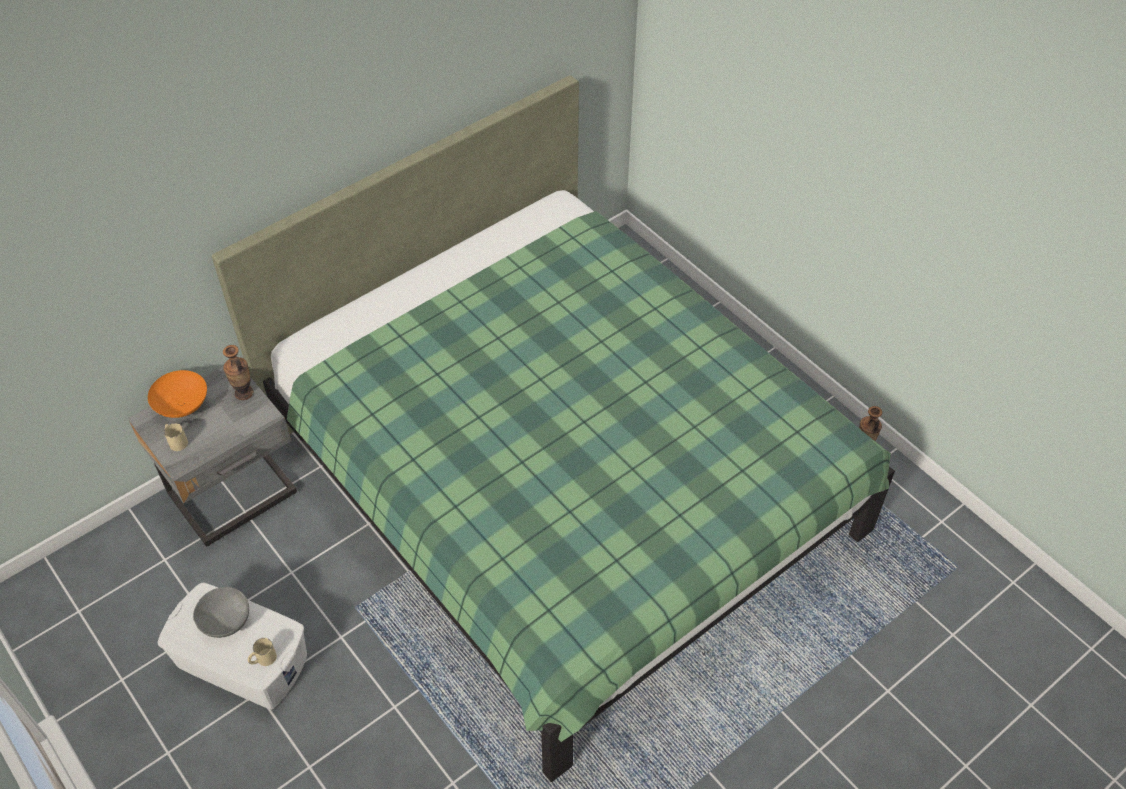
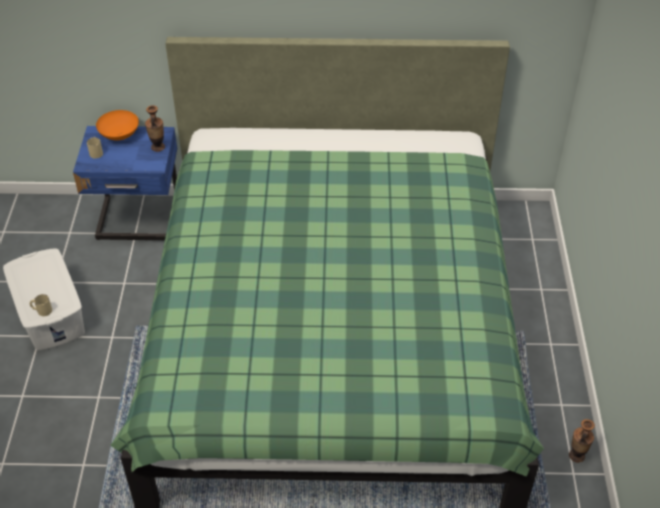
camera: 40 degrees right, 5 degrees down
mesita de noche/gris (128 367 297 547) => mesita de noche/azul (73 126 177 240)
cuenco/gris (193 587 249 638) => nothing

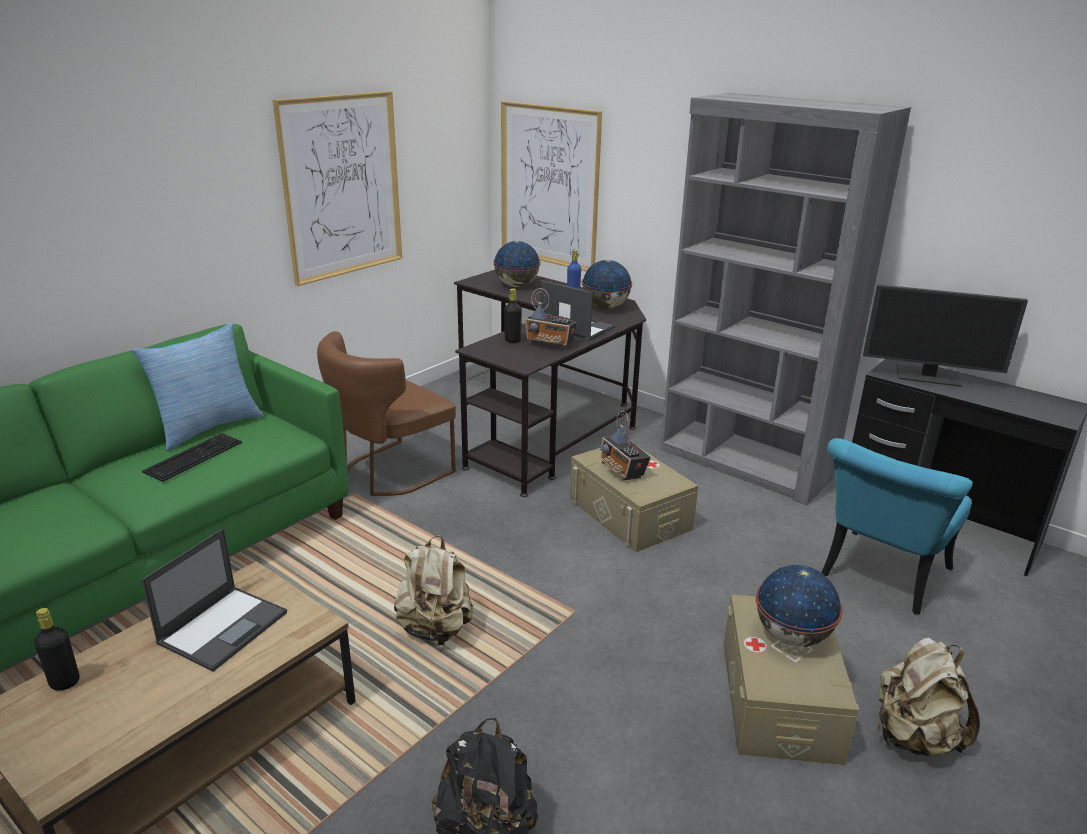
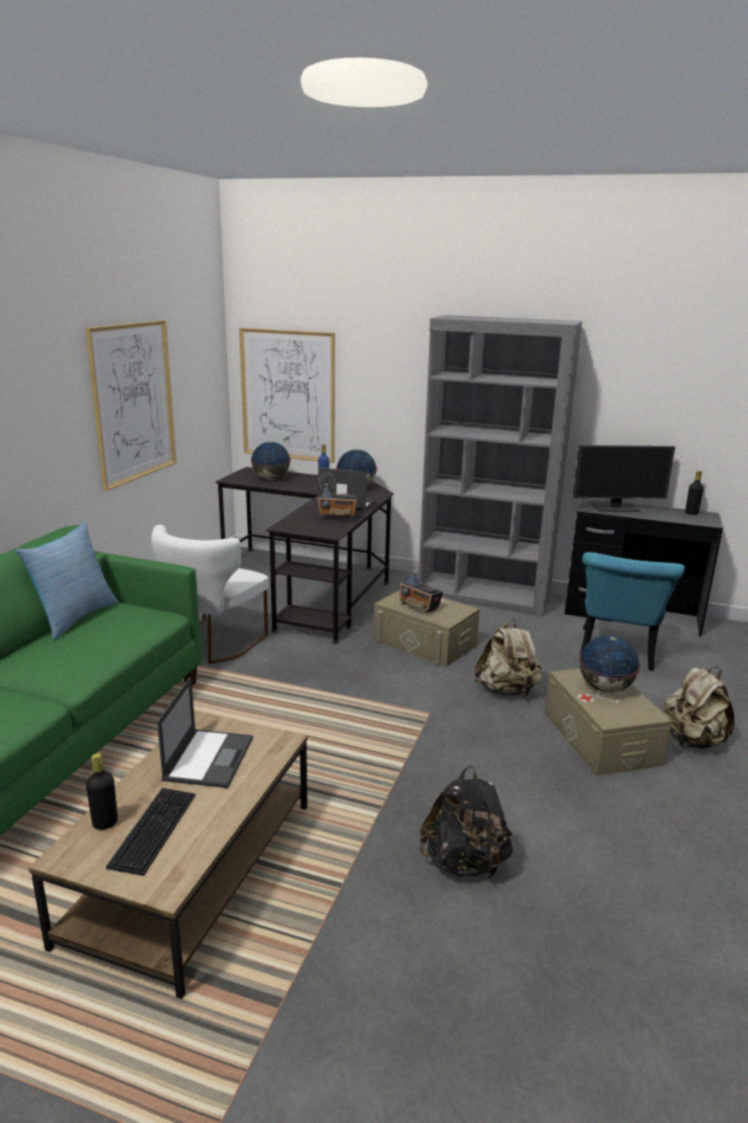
camera: 20 degrees left, 5 degrees down
botella/negro (504 288 522 343) => botella/negro (685 471 704 515), relocated
silla/marrón (317 332 456 496) => silla/blanco (151 525 269 664)
teclado (142 433 242 482) => teclado (106 788 196 876), relocated
mochila/beis (394 535 473 646) => mochila/beis (475 619 541 697), relocated

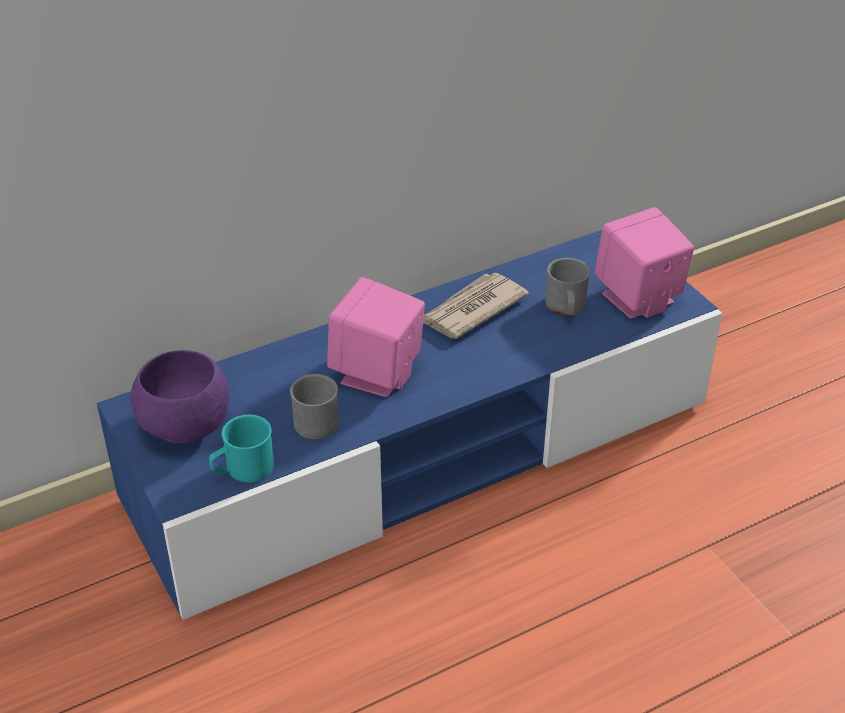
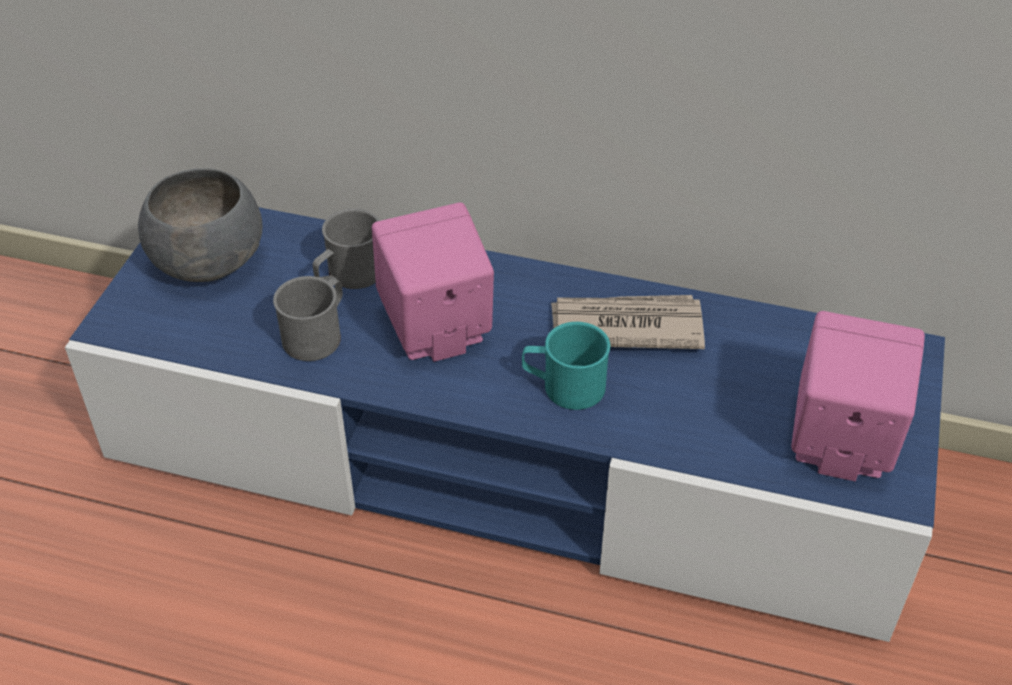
camera: 45 degrees right, 5 degrees up
taza grande/gris (545 258 590 316) => taza grande/gris (313 208 380 289), relocated
cuenco/morado (130 350 229 443) => cuenco/gris (138 168 262 282)
taza grande/turquesa (209 415 274 482) => taza grande/turquesa (522 322 610 410), relocated

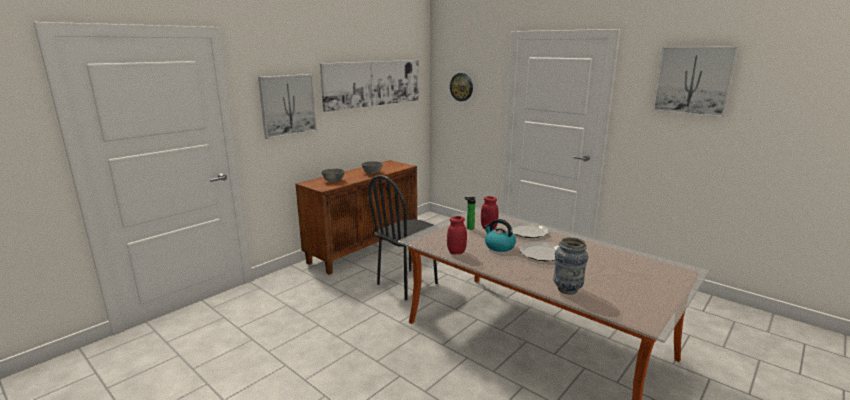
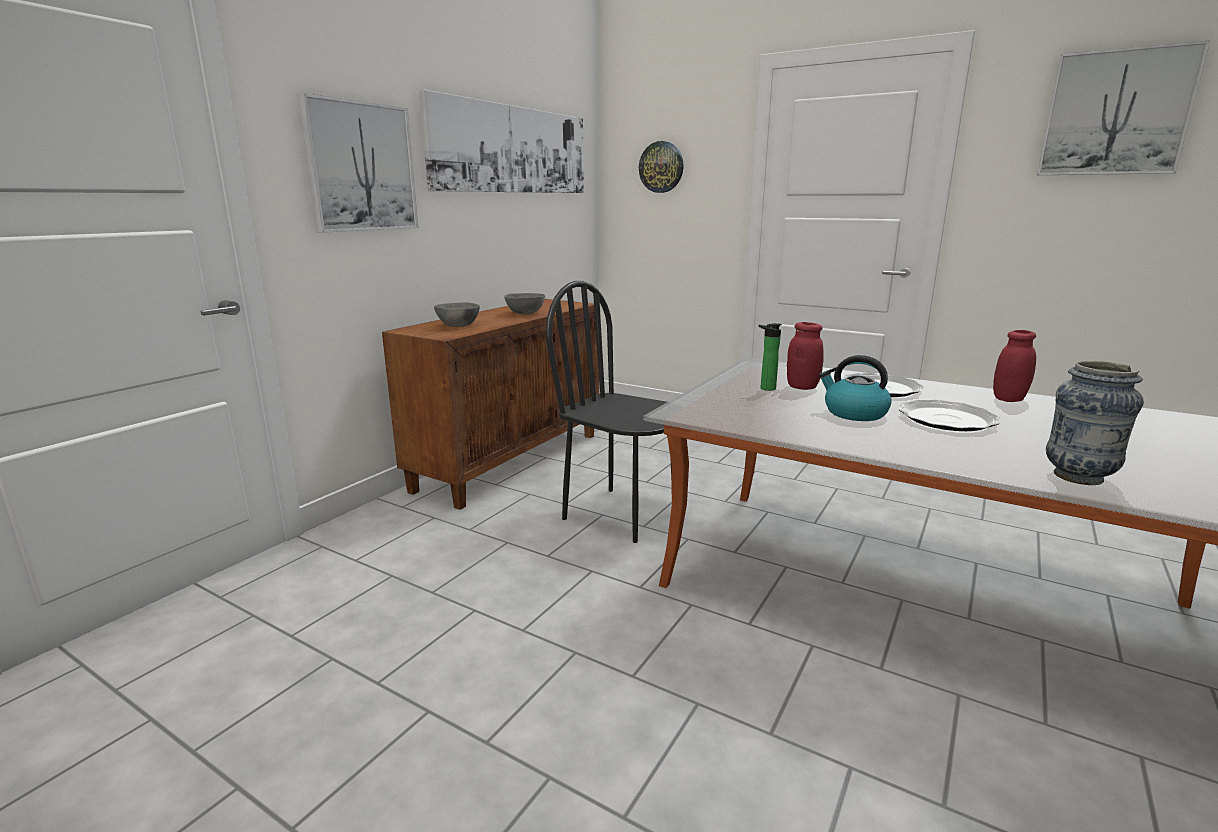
camera: 10 degrees left, 0 degrees up
silla/negro (368 175 438 300) => silla/negro (546 281 672 543), 90 degrees clockwise
tarro/rojo (447 216 467 254) => tarro/rojo (993 330 1036 402), relocated

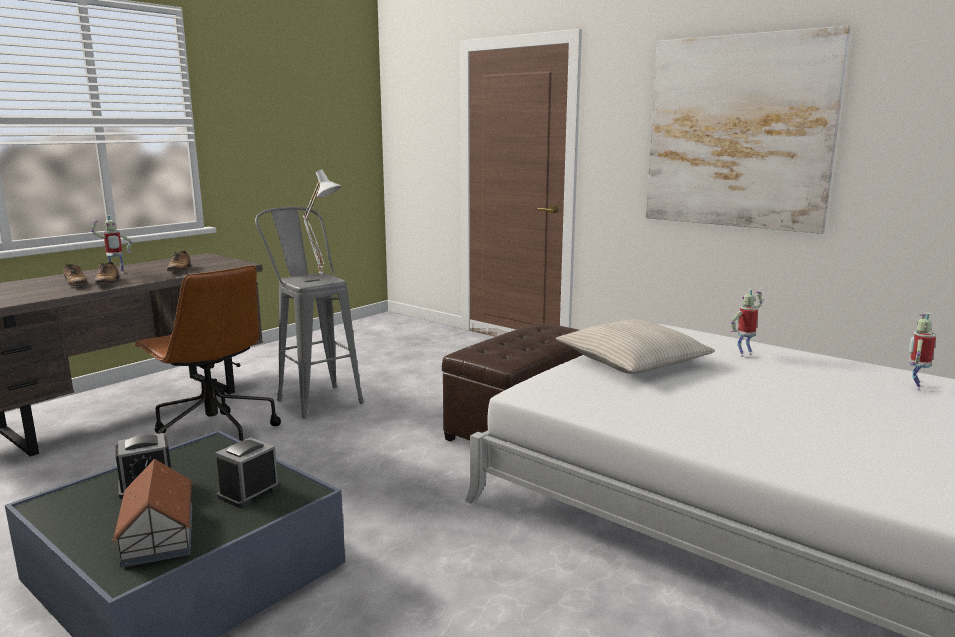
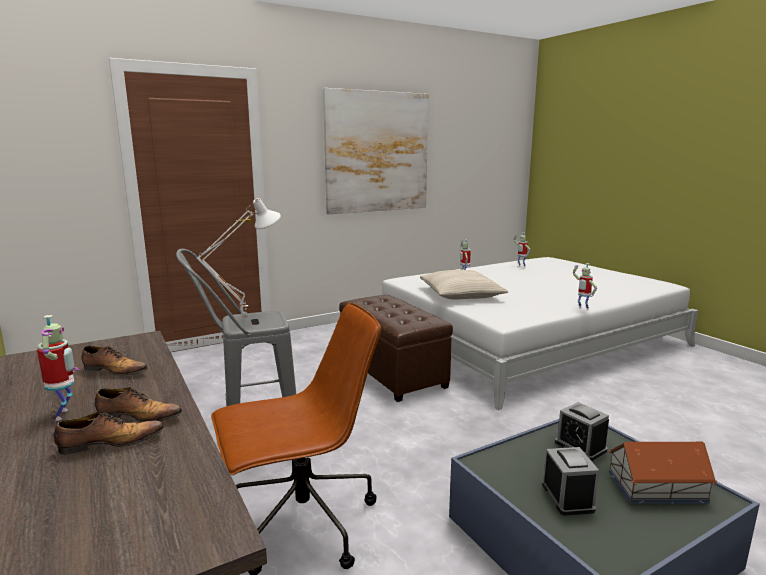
camera: 70 degrees left, 0 degrees up
nothing => robot de juguete (573 263 597 310)

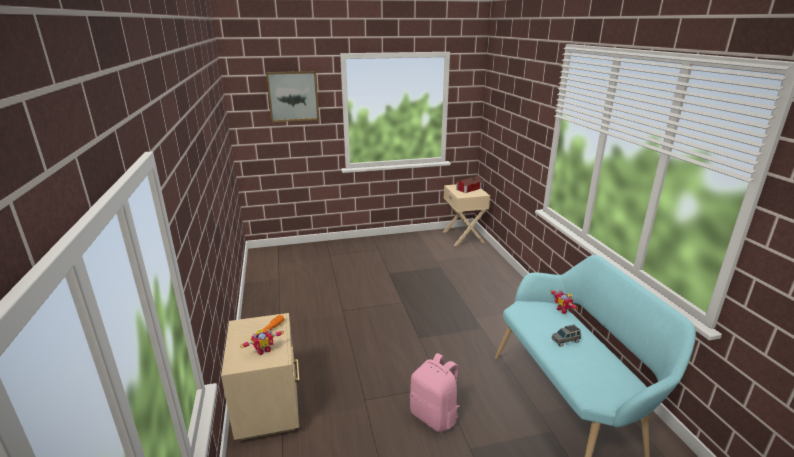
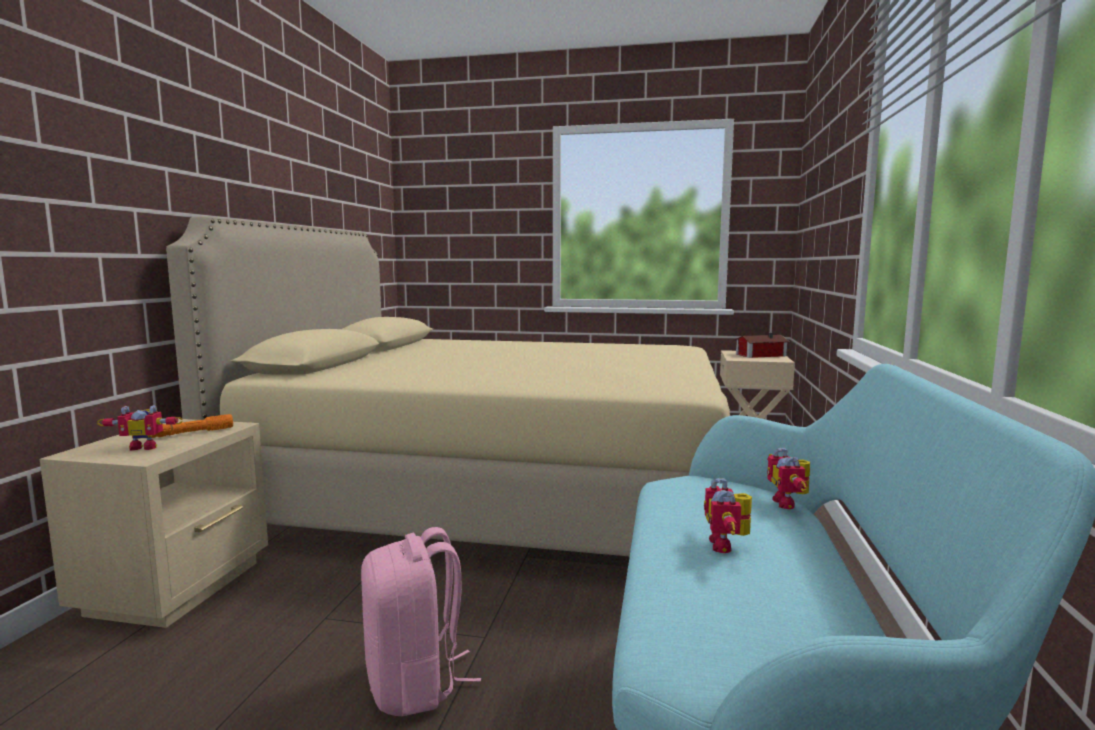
camera: 25 degrees right, 15 degrees down
cuadro (266 71 319 122) => nothing
coche de juguete/gris (551 324 581 347) => robot de juguete (704 478 752 553)
nothing => cama/beis (166 216 730 557)

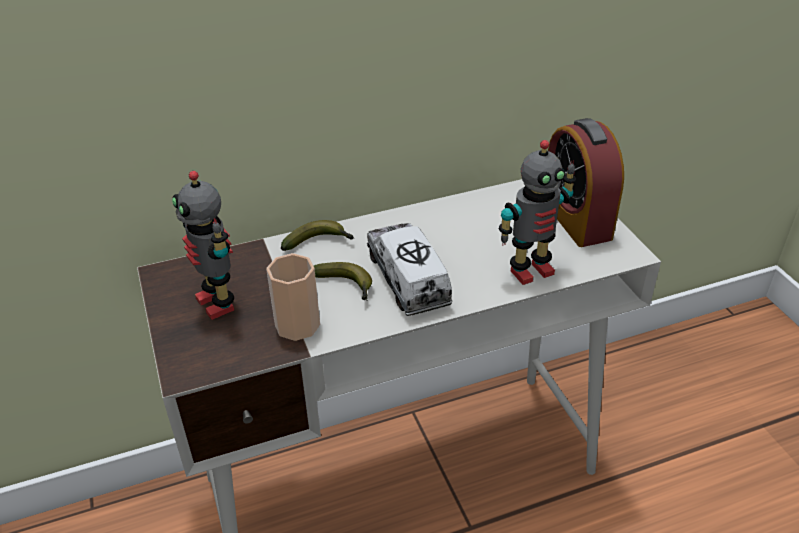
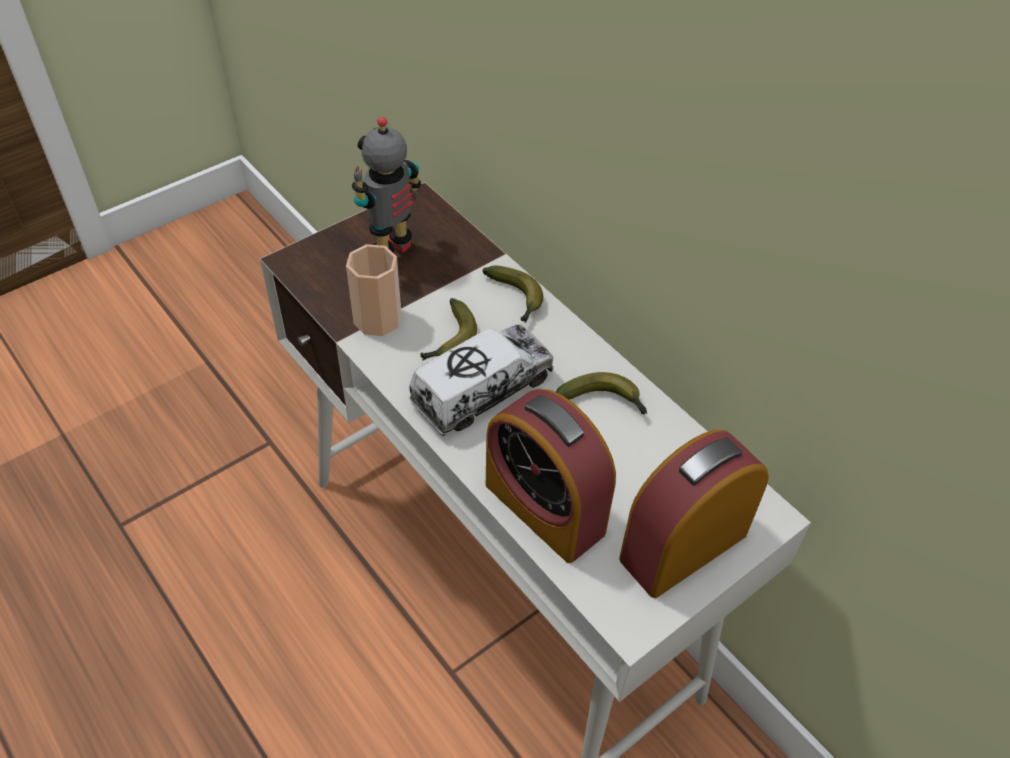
camera: 70 degrees right, 10 degrees up
robot de juguete (499 140 576 285) => despertador (486 389 616 563)
nothing => plátano (556 372 647 414)

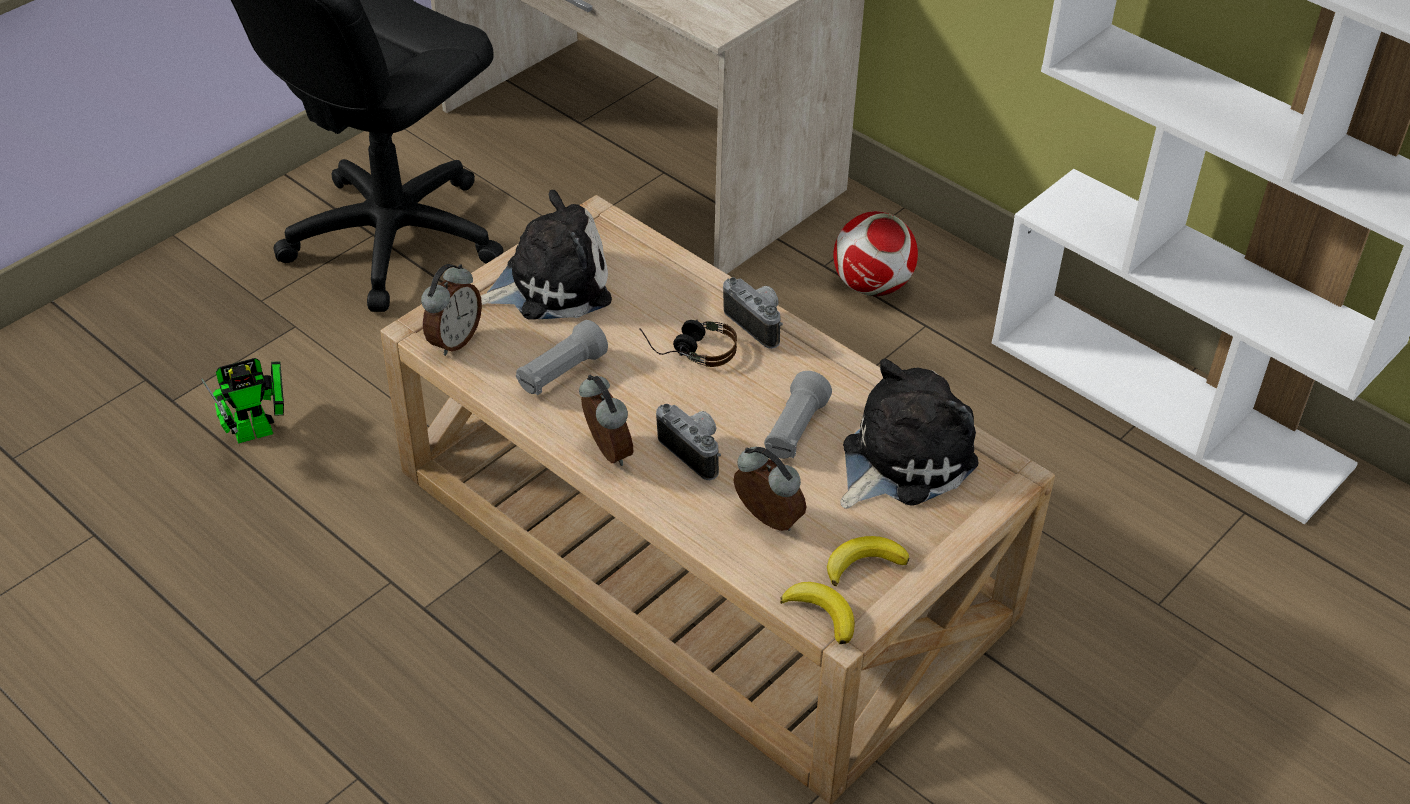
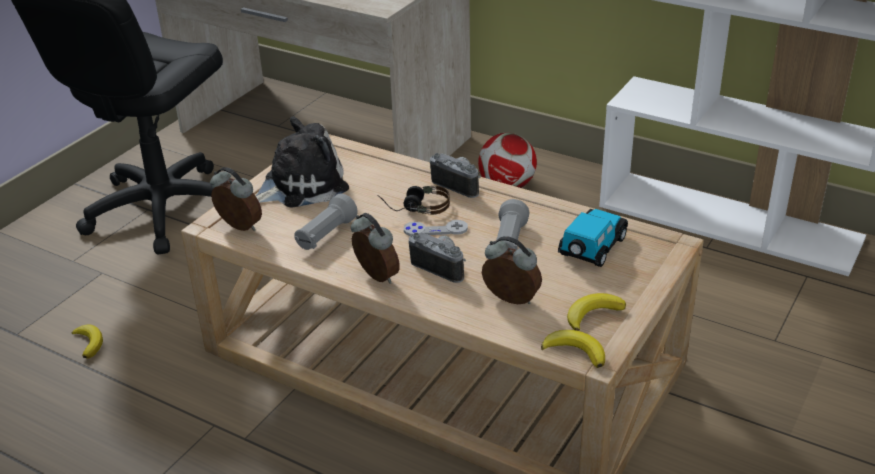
camera: 10 degrees left, 10 degrees down
despertador (421 264 482 356) => despertador (210 167 262 231), 75 degrees counterclockwise
robot de juguete (201 358 284 444) => plátano (72 324 103 358)
peluche (841 359 978 509) => coche de juguete (558 209 628 267)
nothing => mando de consola/gris (404 220 468 236)

